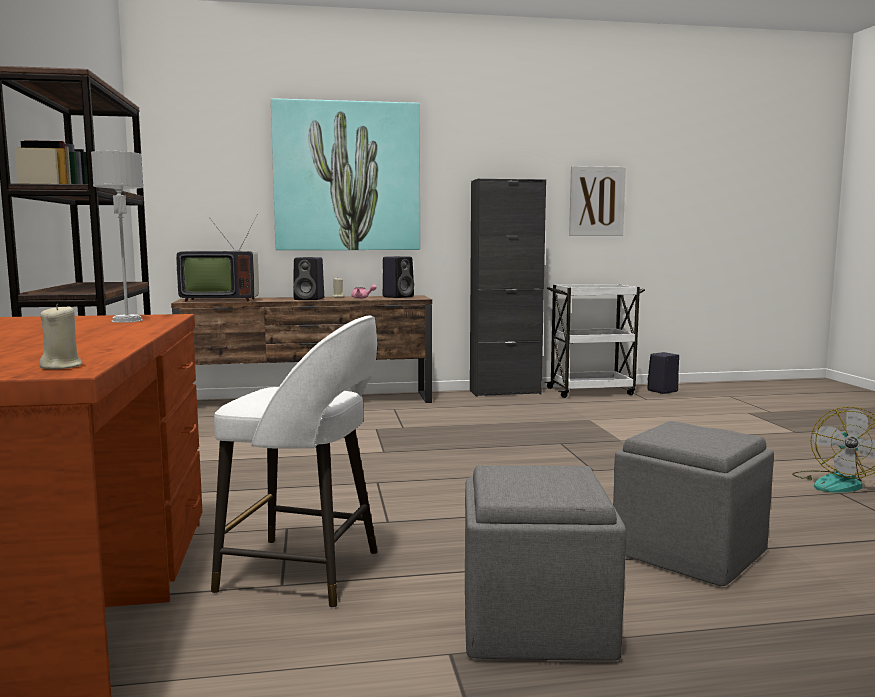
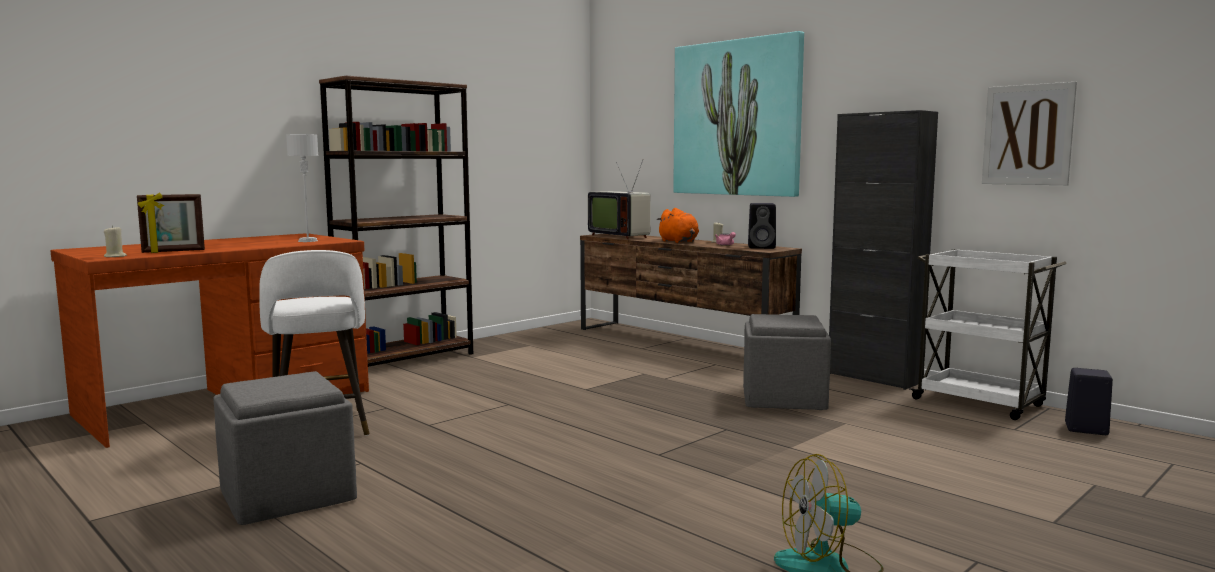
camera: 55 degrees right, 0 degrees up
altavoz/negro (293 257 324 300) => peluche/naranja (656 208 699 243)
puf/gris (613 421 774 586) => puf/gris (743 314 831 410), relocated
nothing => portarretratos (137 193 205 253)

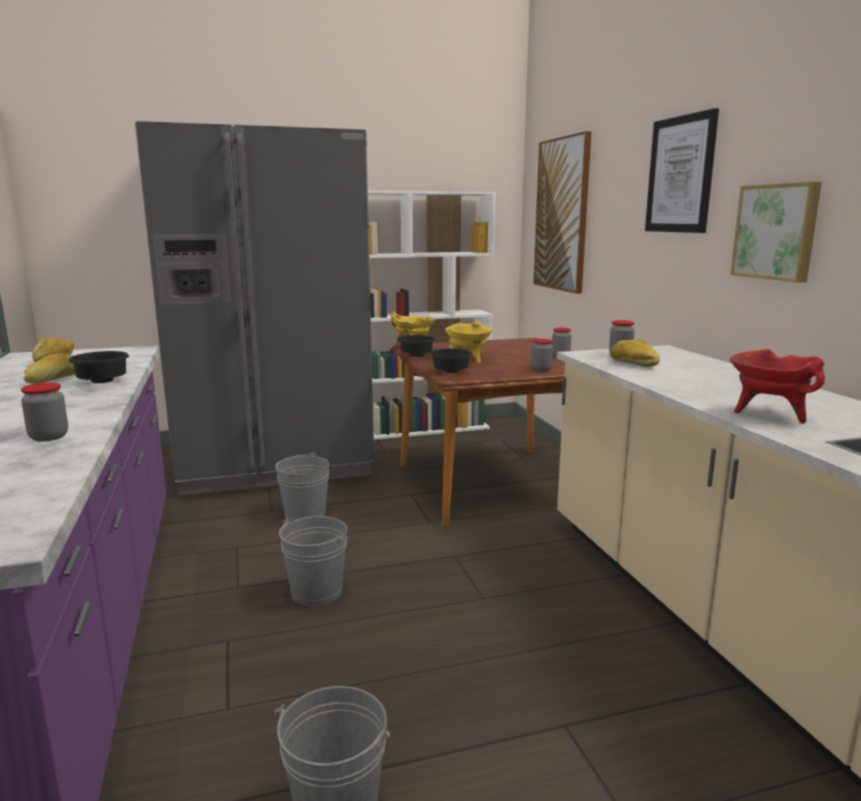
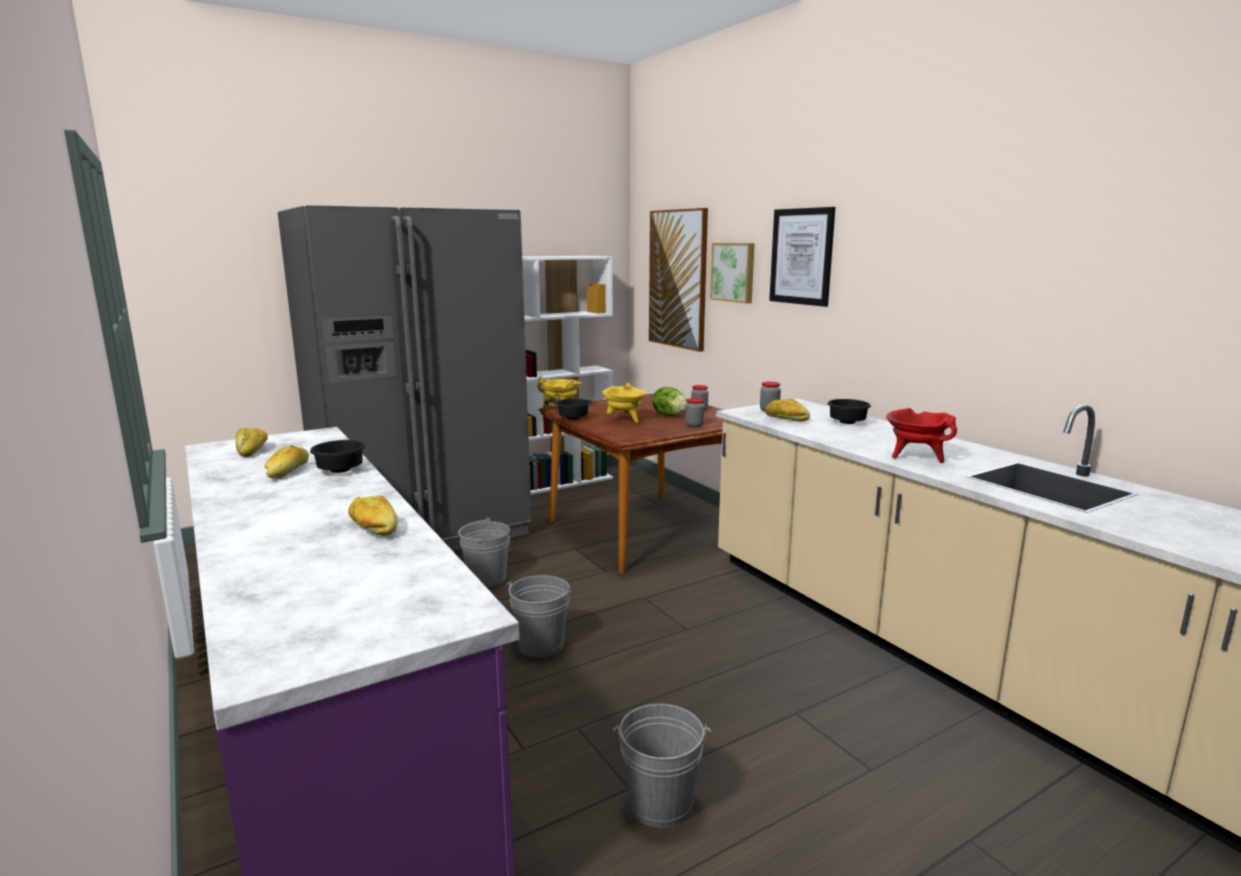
camera: 15 degrees left, 0 degrees up
cuadro (730 182 822 283) => cuadro (710 243 755 303), relocated
cuenco/negro (430 348 472 373) => cuenco/negro (827 399 871 424), relocated
tarro (21 382 68 441) => pan (348 496 398 536)
nothing => lechuga (652 387 687 416)

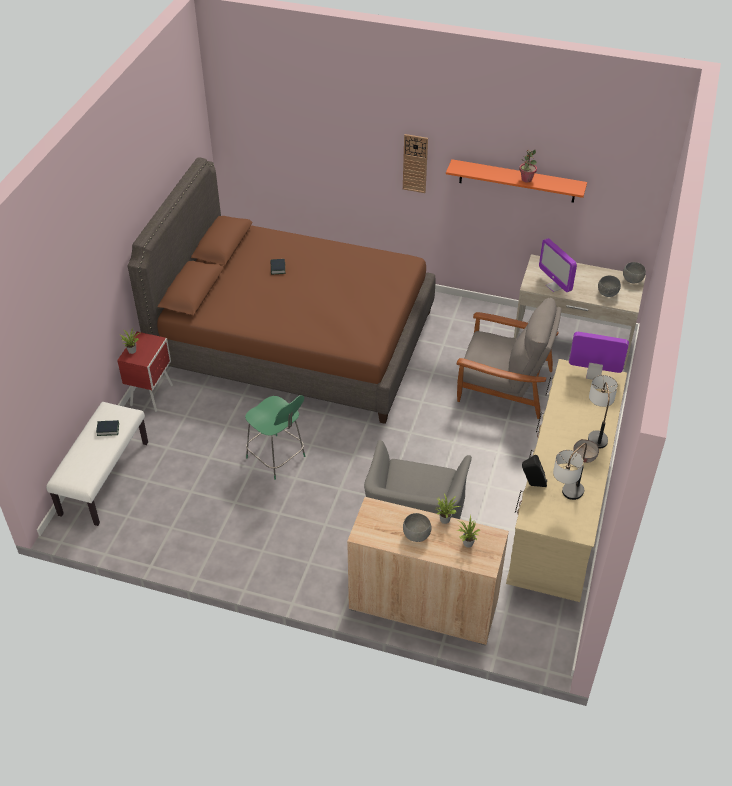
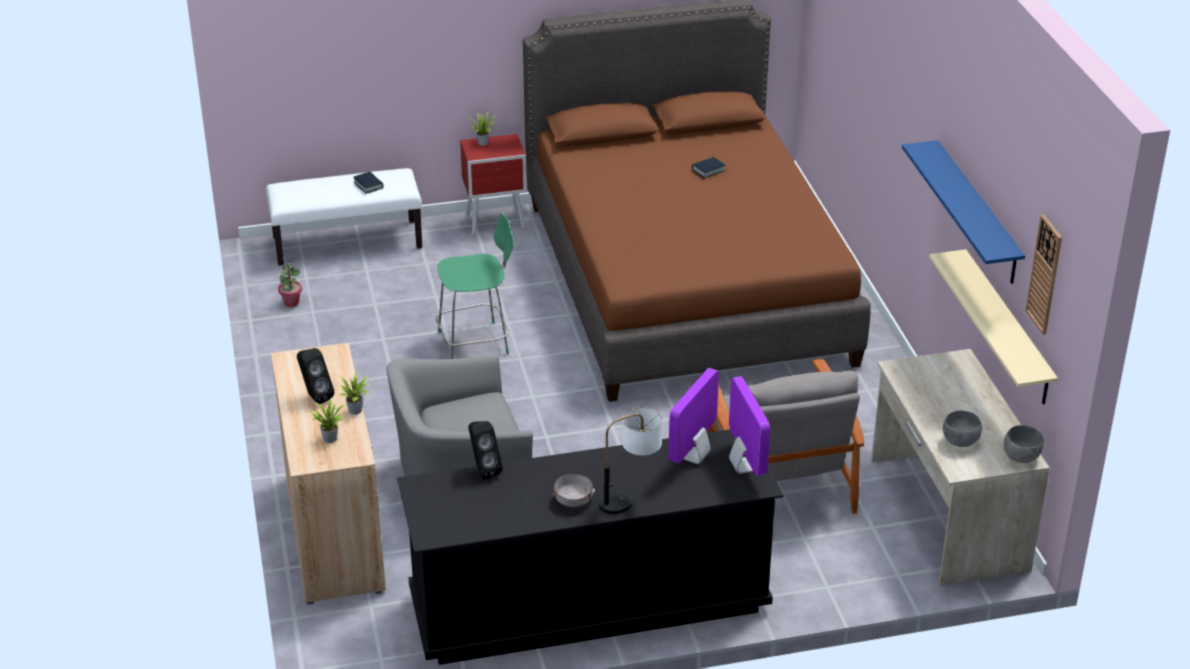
camera: 60 degrees right, 10 degrees down
reloj de pared (403 134 428 193) => reloj de pared (1026 215 1062 335), relocated
planta en maceta (519 150 537 182) => planta en maceta (278 263 302 307), relocated
estante/naranja (446 159 587 203) => estante/azul (902 140 1025 284)
monitor (539 238 577 292) => monitor (668 368 719 464), relocated
cómoda/beis (506 359 627 602) => cómoda/negro (397 429 783 665)
silla/verde (245 395 305 480) => silla/verde (436 213 514 359), 120 degrees counterclockwise
lámpara de mesa (553 443 587 500) => nothing
cuenco/gris (403 513 432 542) => altavoz/negro (297 348 335 404)
nothing => estante/beis (929 249 1058 405)

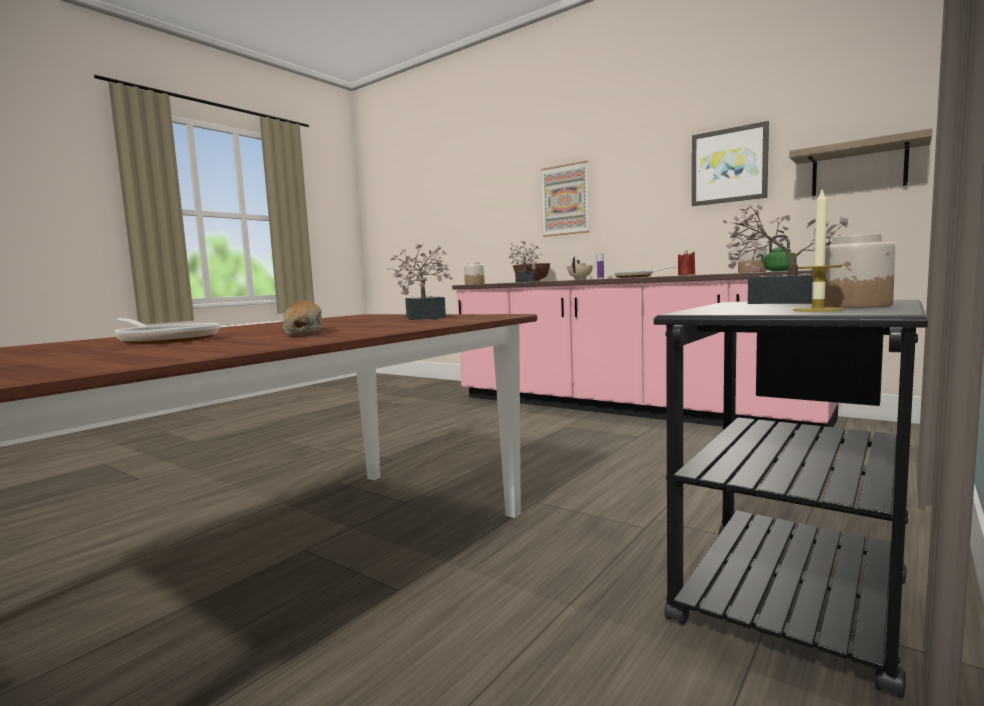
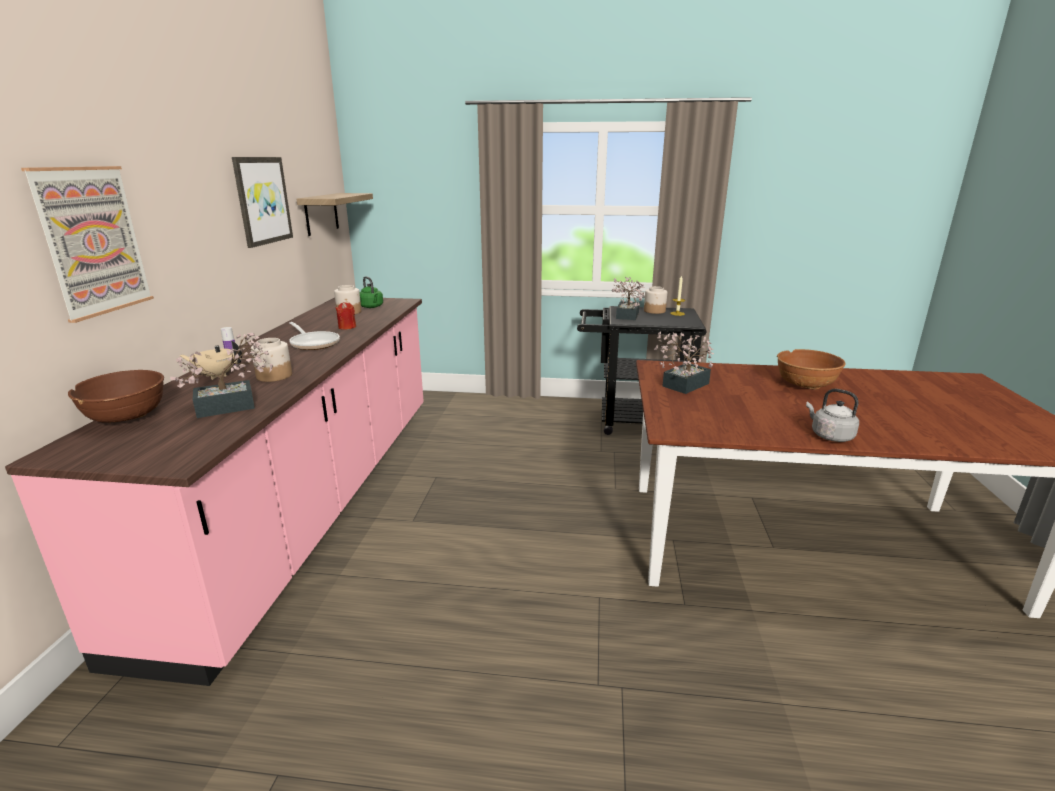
camera: 120 degrees left, 15 degrees up
tarro (464 262 485 285) => tarro (251 338 292 382), relocated
pan (282 301 322 335) => cuenco/marrón (777 349 846 390)
sartén (115 318 219 344) => nothing
nothing => hervidor/gris (806 389 859 442)

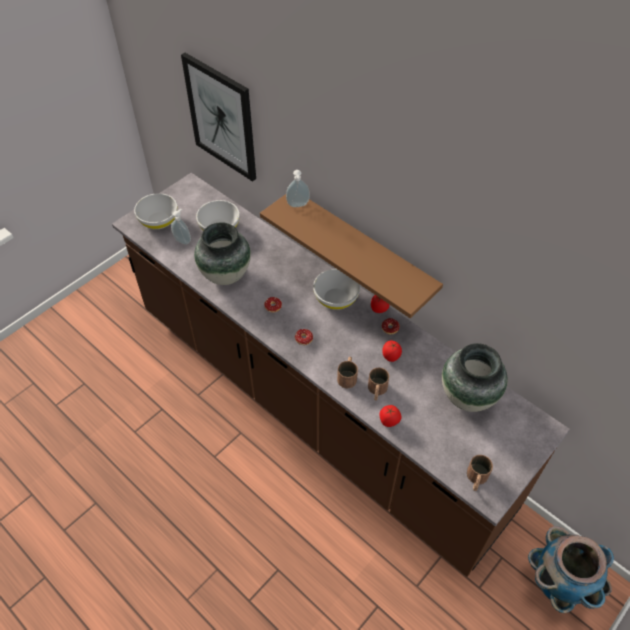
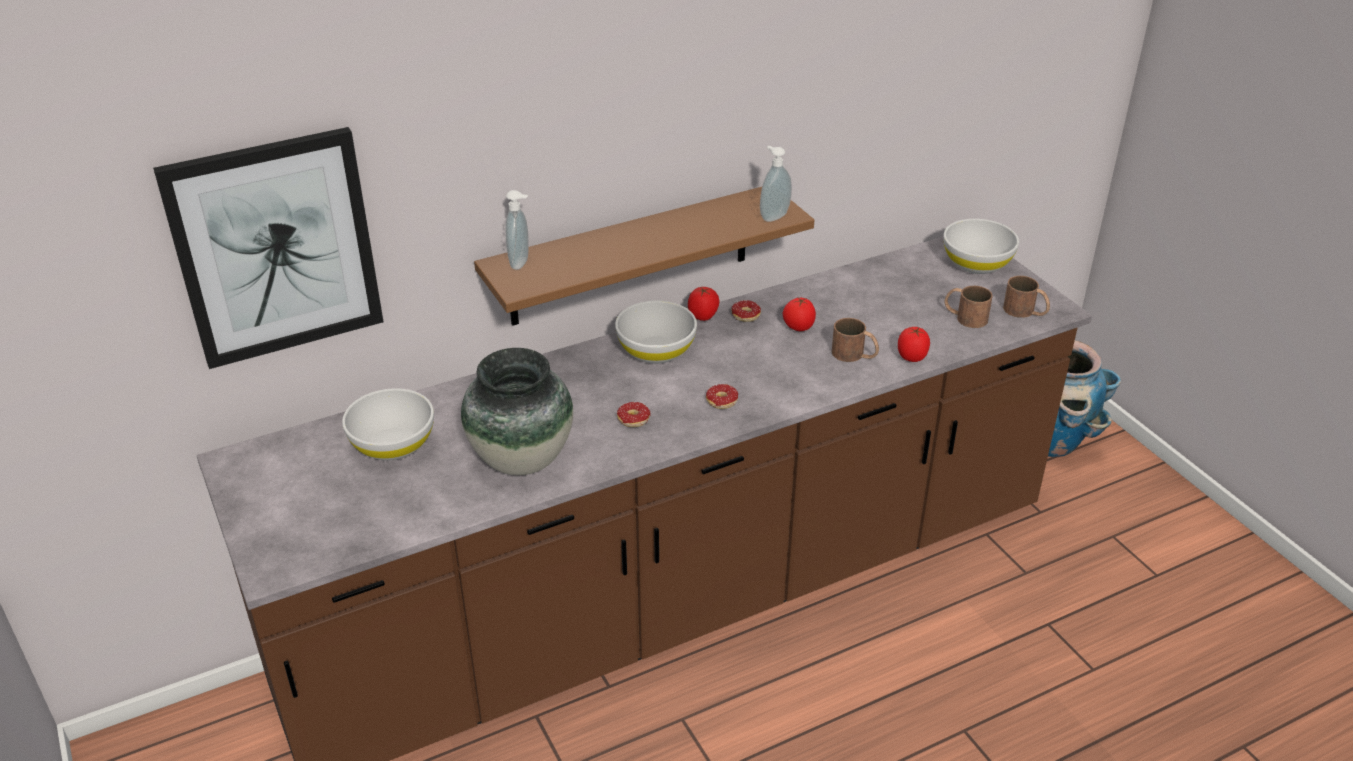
camera: 70 degrees left, 15 degrees down
cuenco/blanco (134 193 178 229) => cuenco/blanco (943 219 1019 274), relocated
dispensador de jabón (171 209 191 245) => dispensador de jabón (760 146 792 222), relocated
florero (442 343 507 412) => nothing
taza grande/marrón (337 357 358 388) => taza grande/marrón (944 286 993 328), relocated

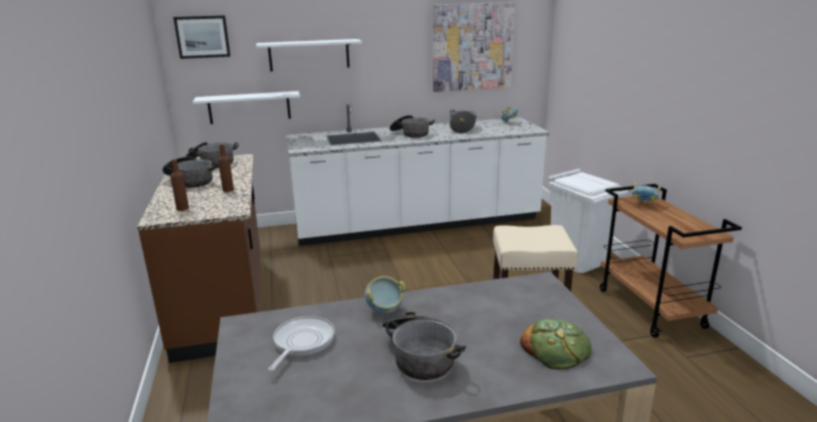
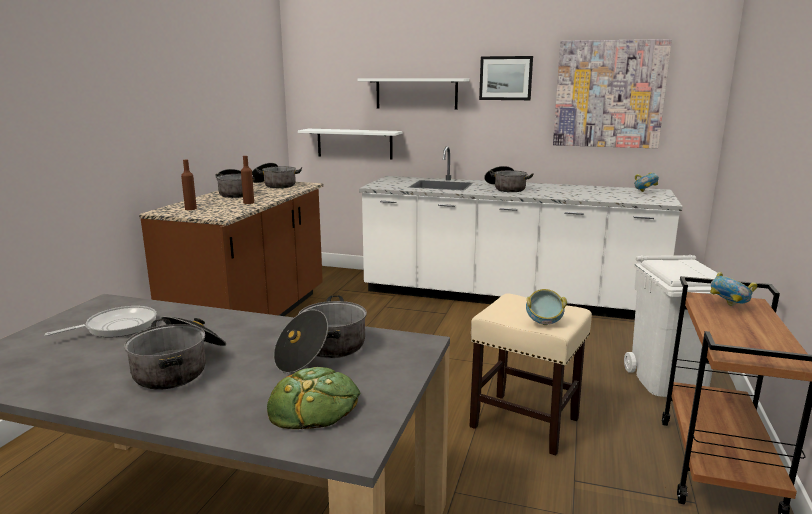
camera: 30 degrees right, 5 degrees down
cuadro (173 15 230 59) => cuadro (479 56 533 100), relocated
olla (450 110 476 134) => olla (274 295 367 373), relocated
cuenco (365 276 406 314) => cuenco (526 289 567 325), relocated

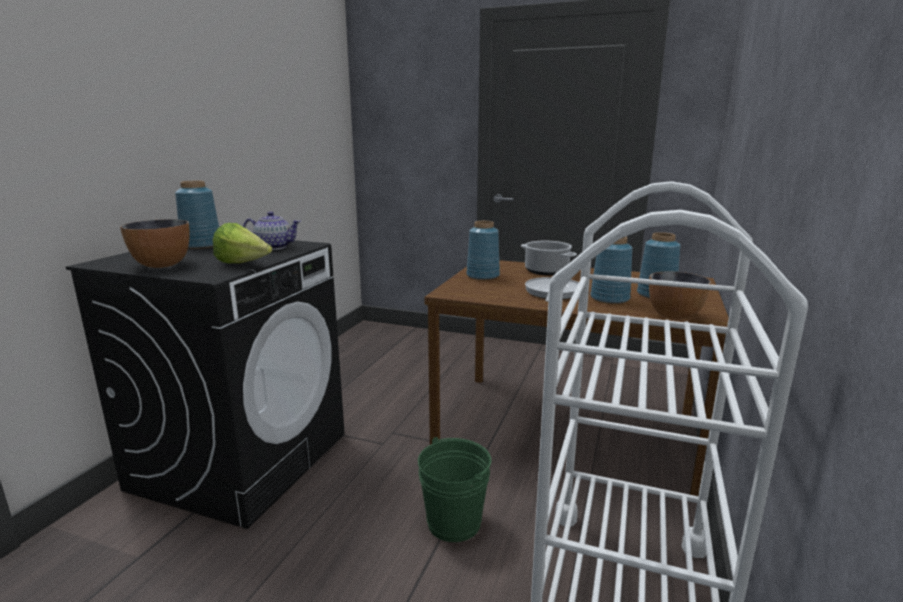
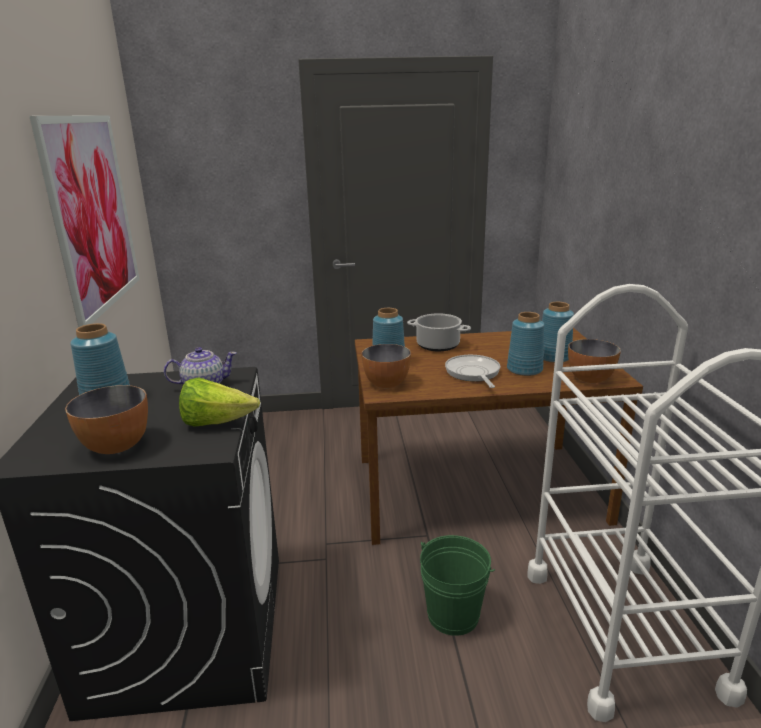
camera: 25 degrees left, 5 degrees up
nothing => cuadro (29 115 140 327)
nothing => cuenco (361 344 411 388)

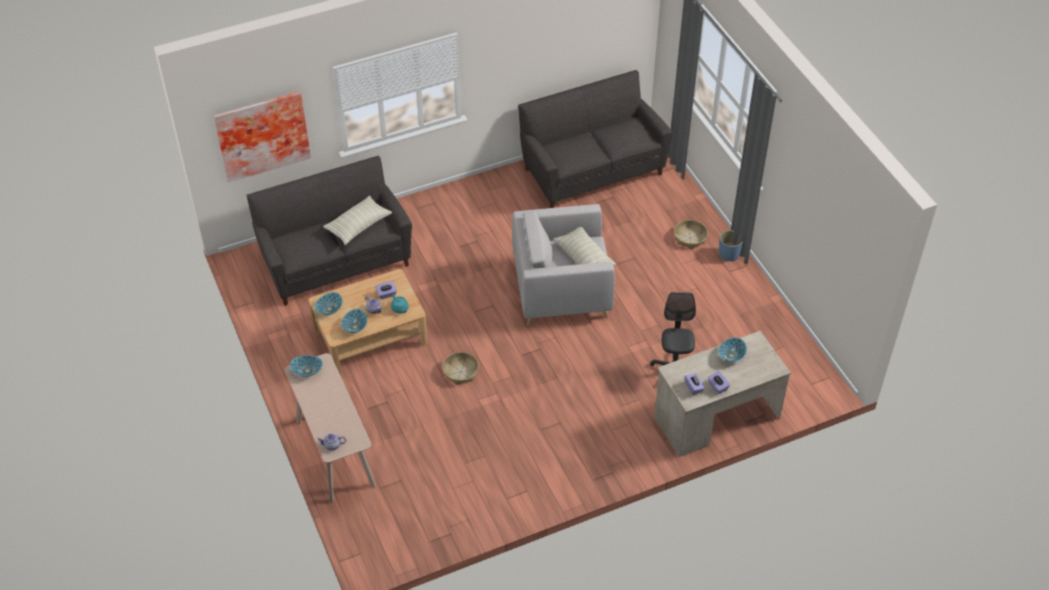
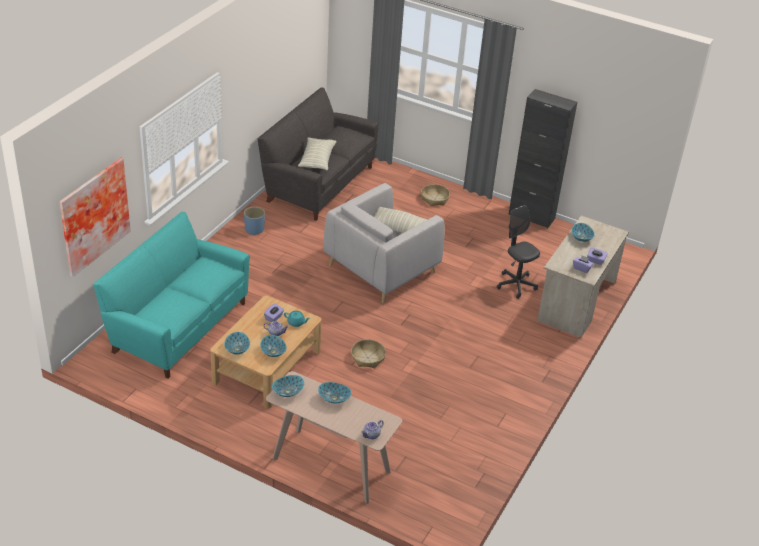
camera: 40 degrees left, 10 degrees down
sofá/gris (246 156 412 306) => sofá/turquesa (93 212 250 378)
cojín (323 196 392 245) => cojín (298 137 336 171), relocated
maceta/azul (719 230 742 261) => maceta/azul (244 207 265 235), relocated
nothing => armario/negro (508 89 577 228)
nothing => cuenco (318 382 351 403)

